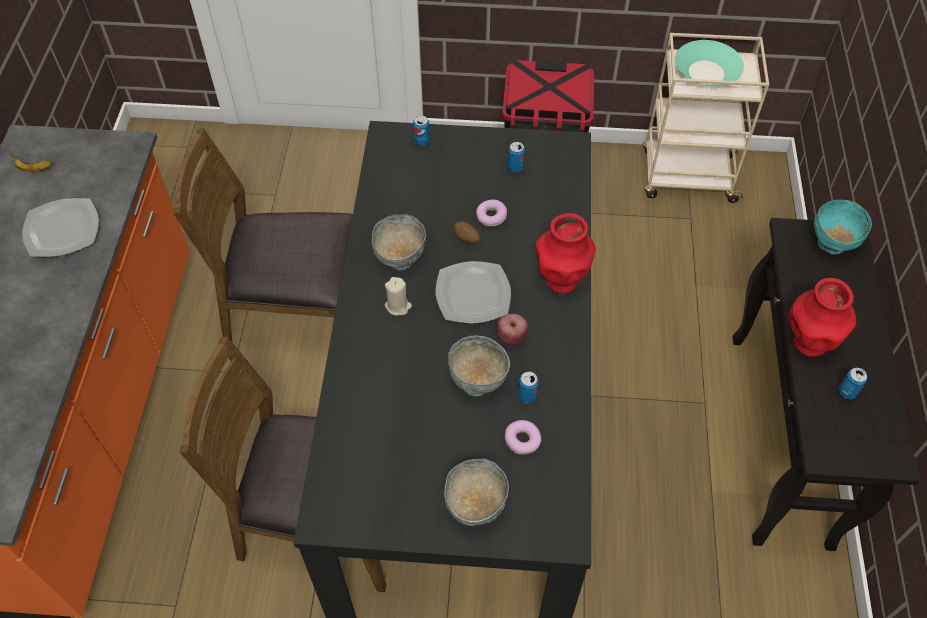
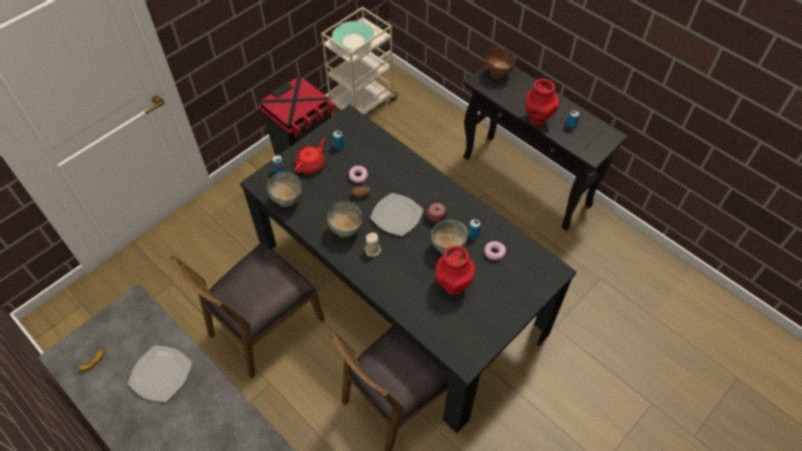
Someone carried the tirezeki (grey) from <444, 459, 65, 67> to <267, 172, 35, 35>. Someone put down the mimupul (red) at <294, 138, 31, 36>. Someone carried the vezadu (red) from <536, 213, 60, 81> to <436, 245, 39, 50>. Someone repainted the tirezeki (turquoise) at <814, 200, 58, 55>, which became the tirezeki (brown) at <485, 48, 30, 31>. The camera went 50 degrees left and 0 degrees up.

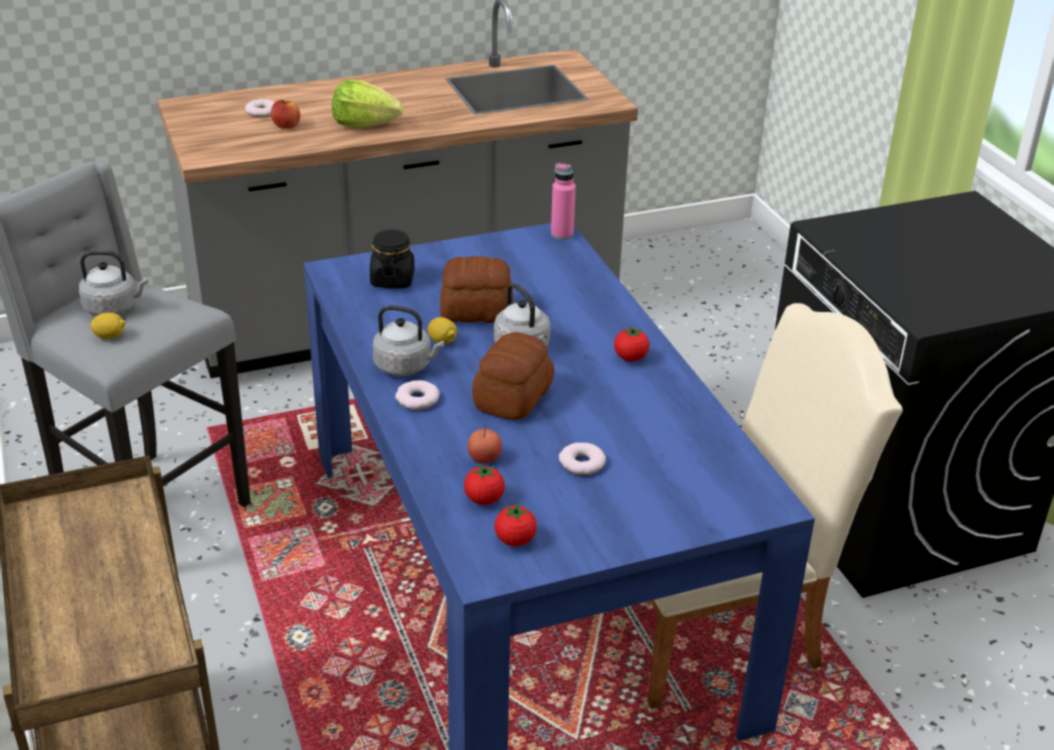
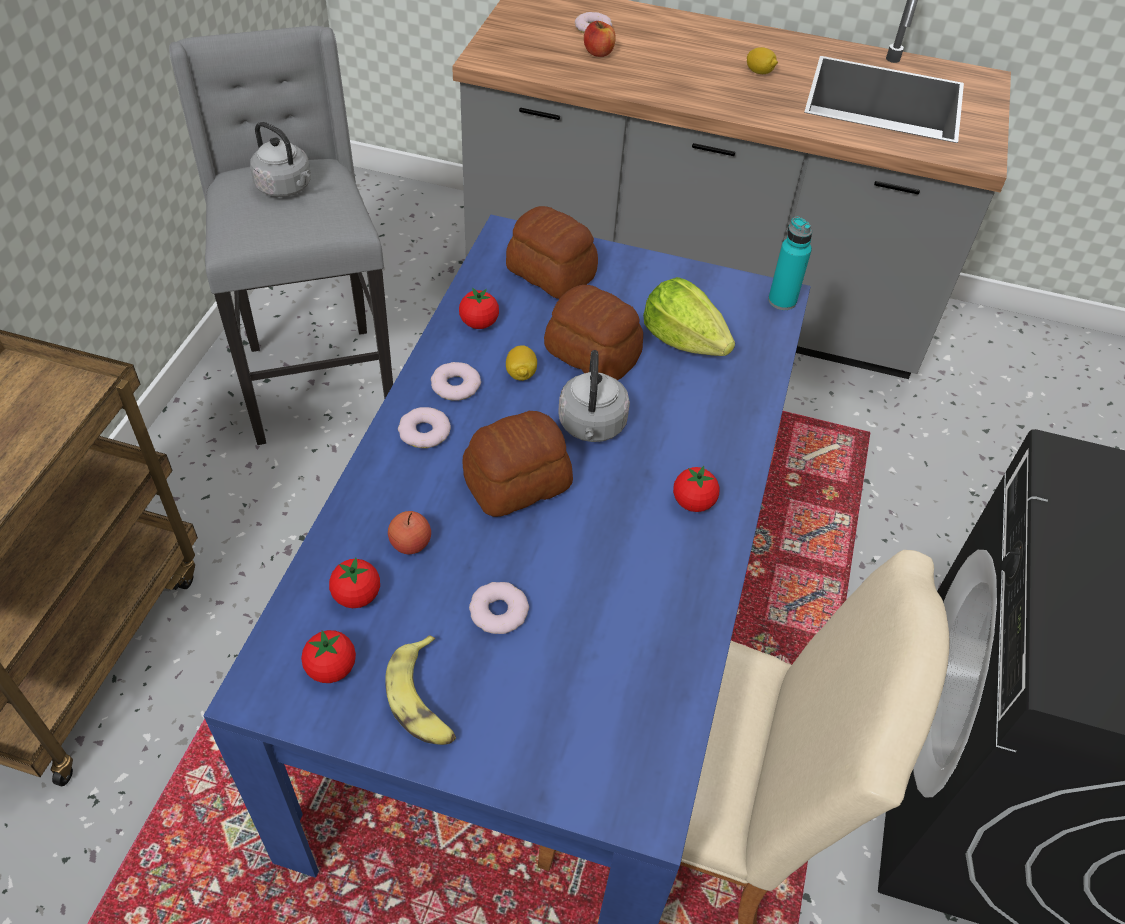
Someone put down the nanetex at <385, 635, 71, 110>. Someone swapped the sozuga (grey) at <372, 305, 72, 71> for the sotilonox at <431, 362, 50, 39>. Someone put down the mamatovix at <459, 288, 40, 41>. Someone swapped the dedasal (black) at <370, 230, 45, 58> for the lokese at <506, 206, 92, 93>. Someone carried the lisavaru from <332, 80, 72, 48> to <643, 277, 92, 79>. Someone carried the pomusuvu from <91, 313, 35, 26> to <747, 47, 31, 27>. Someone repainted the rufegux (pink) at <551, 163, 25, 77>, which became the rufegux (turquoise) at <768, 217, 44, 93>. The camera went 35 degrees right and 15 degrees up.

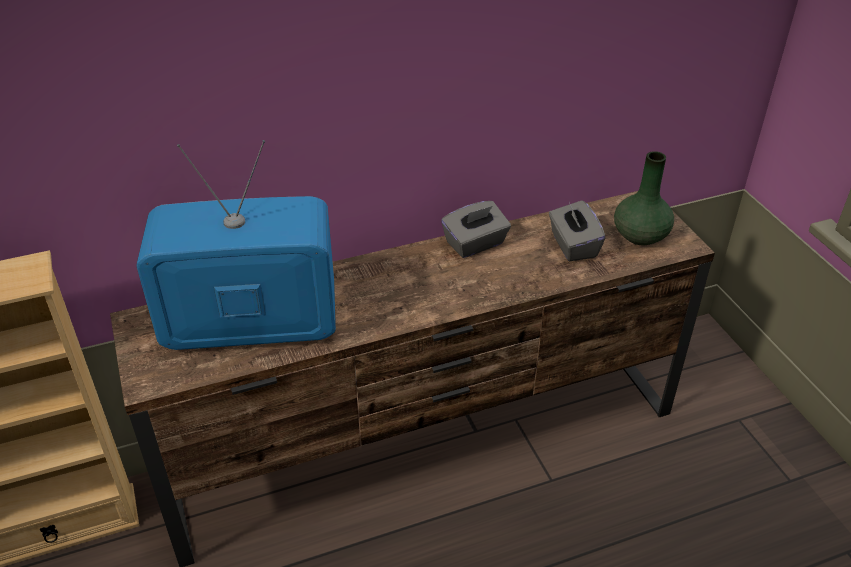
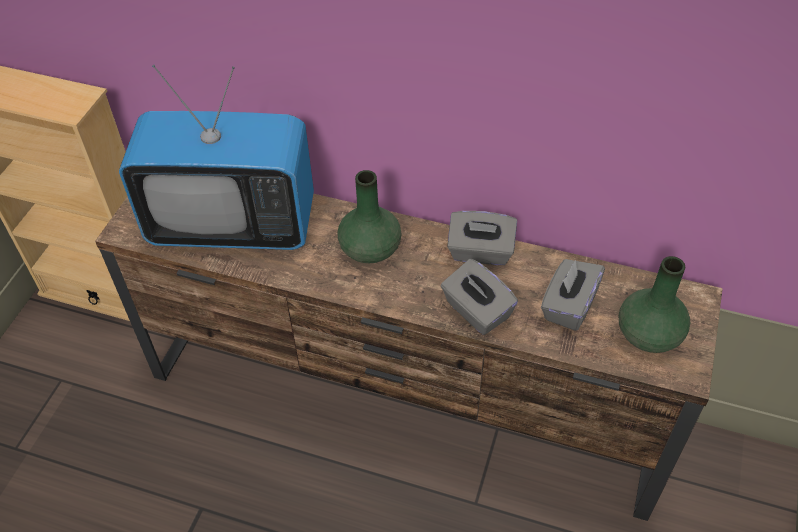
Someone rotated the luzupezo at <136, 140, 200, 210> by 150 degrees clockwise. Someone put down the vezadu (green) at <338, 170, 63, 93>. Someone put down the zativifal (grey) at <441, 259, 77, 76>. The camera went 40 degrees right and 10 degrees up.

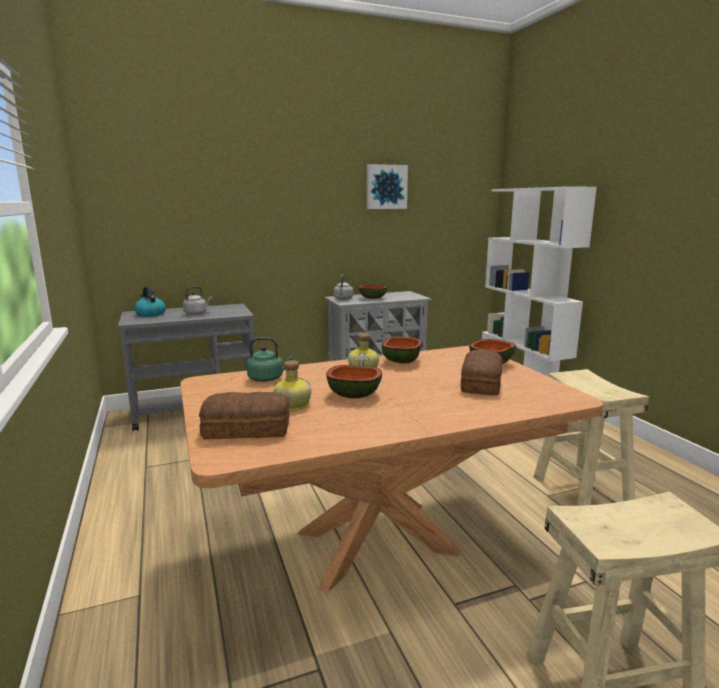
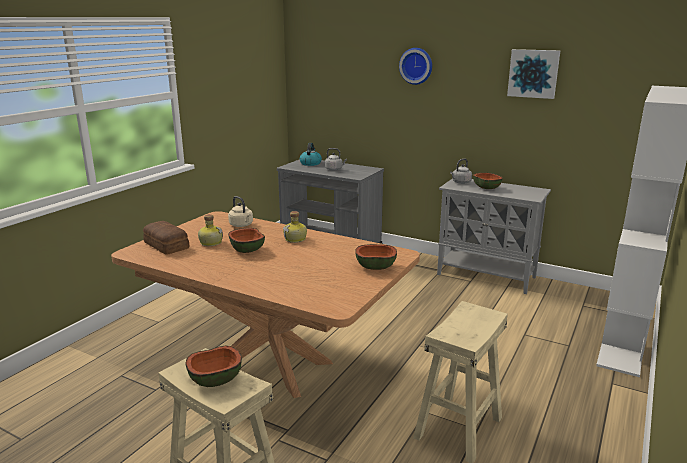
Someone carried the tirezeki from <382, 337, 40, 26> to <185, 345, 57, 42>. Someone repainted the sozuga (green) at <247, 337, 45, 45>, which became the sozuga (beige) at <228, 196, 25, 31>. Someone put up the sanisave at <399, 48, 33, 37>. Someone took away the lokese at <460, 350, 43, 46>. The camera went 50 degrees right and 5 degrees up.

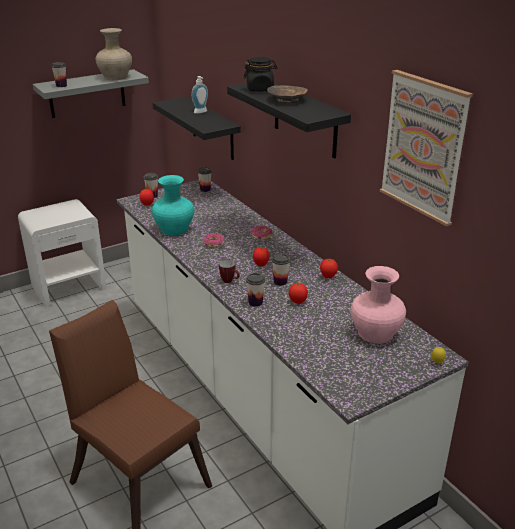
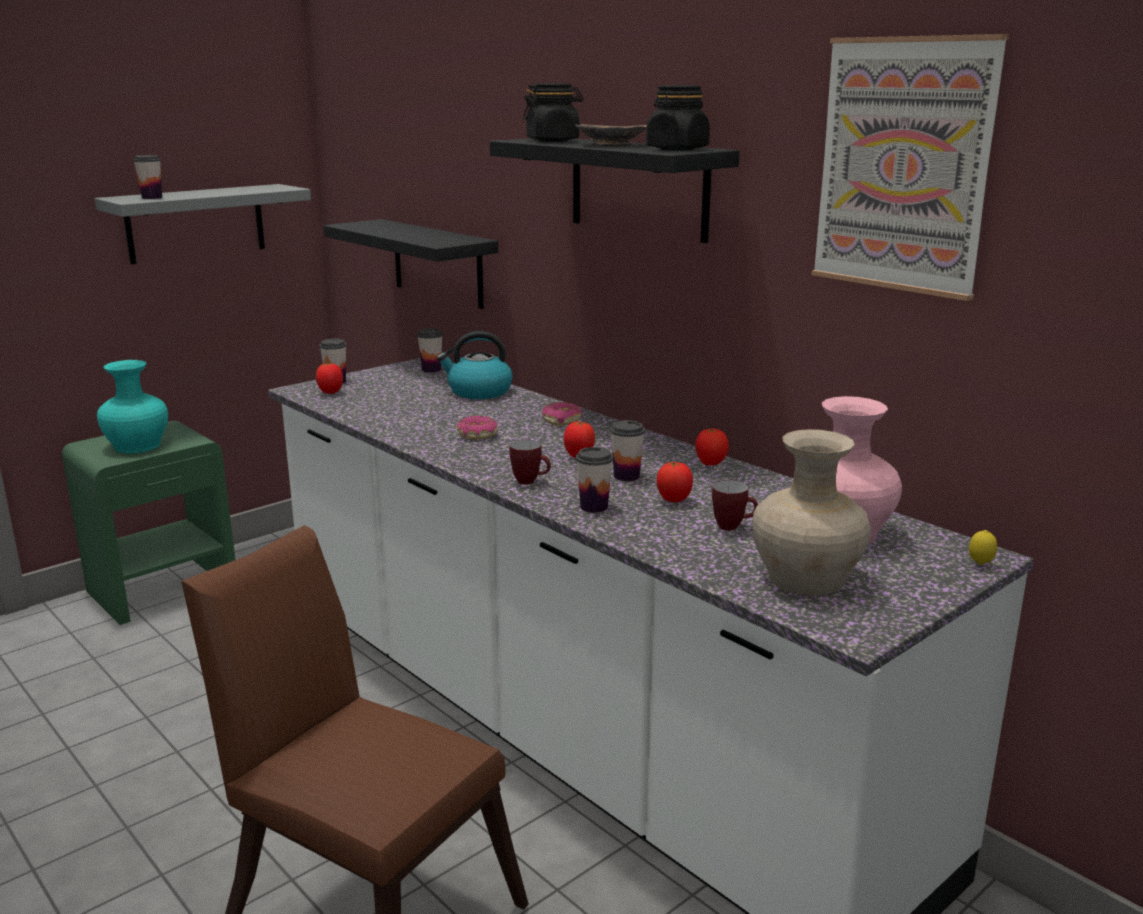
Someone repainted the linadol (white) at <18, 199, 89, 108>, which became the linadol (green) at <62, 421, 173, 204>. Someone carried the vezadu (turquoise) from <152, 175, 42, 61> to <97, 360, 71, 94>. Someone put down the sozuga at <437, 331, 76, 68>. Someone put down the dedasal (black) at <646, 85, 64, 65>. Someone put down the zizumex at <712, 480, 46, 51>. Someone carried the vezadu (beige) from <96, 28, 36, 52> to <753, 429, 118, 167>. Someone took away the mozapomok at <191, 76, 17, 38>. The camera went 10 degrees left and 10 degrees down.

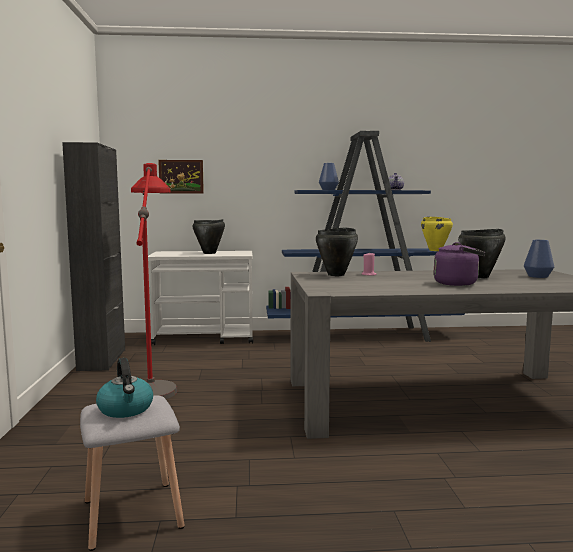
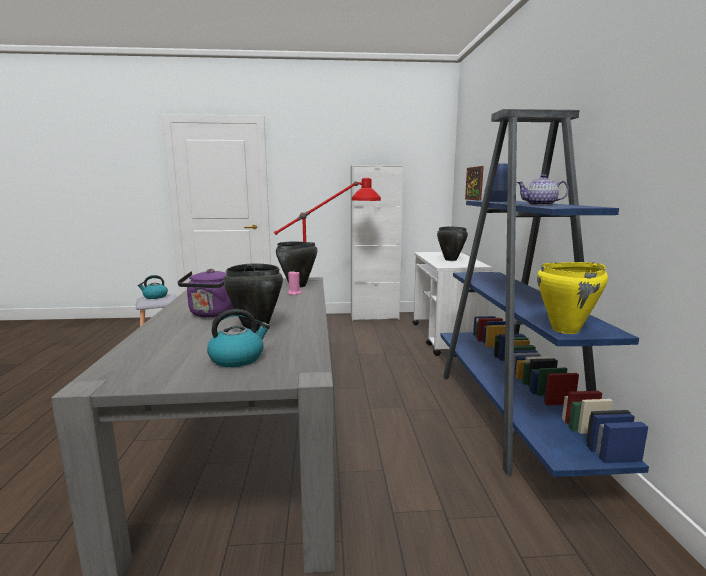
Someone swapped the vezadu (blue) at <524, 240, 30, 38> for the sozuga at <207, 309, 63, 58>. Someone repainted the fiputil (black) at <62, 142, 63, 229>, which became the fiputil (white) at <351, 165, 52, 155>. The camera went 90 degrees right and 5 degrees up.

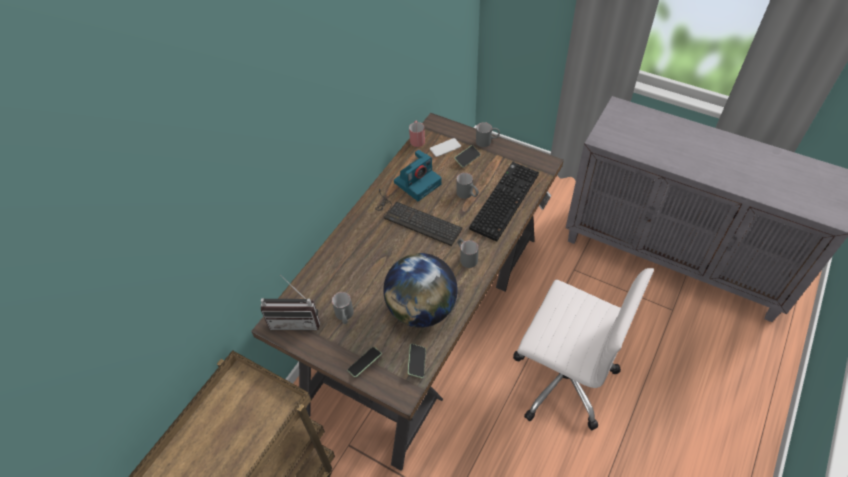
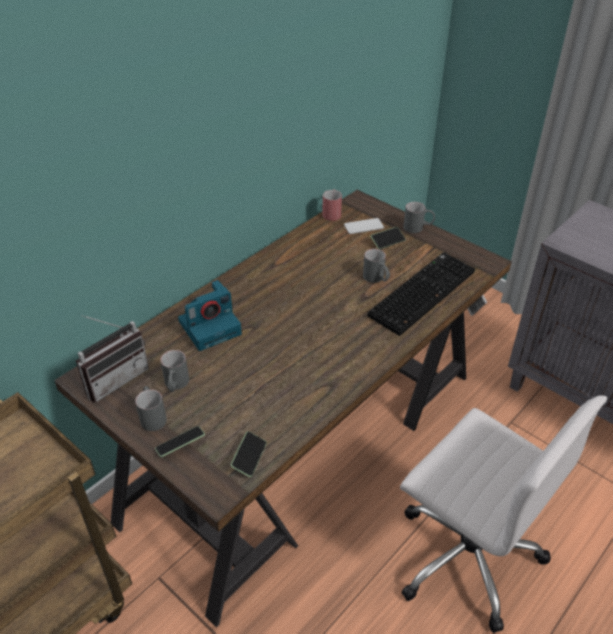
Someone rotated the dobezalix at <260, 275, 60, 55> by 60 degrees counterclockwise. Someone carried the zizumex (grey) from <457, 239, 22, 29> to <135, 386, 32, 45>. Someone carried the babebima from <394, 150, 47, 51> to <178, 280, 64, 71>. Someone took away the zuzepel at <375, 189, 88, 57>. Someone took away the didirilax at <383, 253, 75, 75>. The camera went 10 degrees right and 10 degrees down.

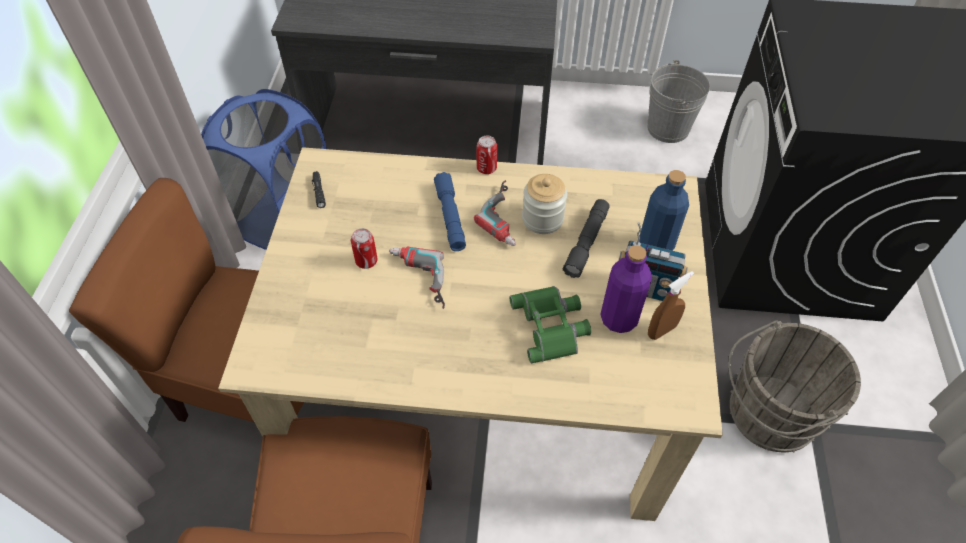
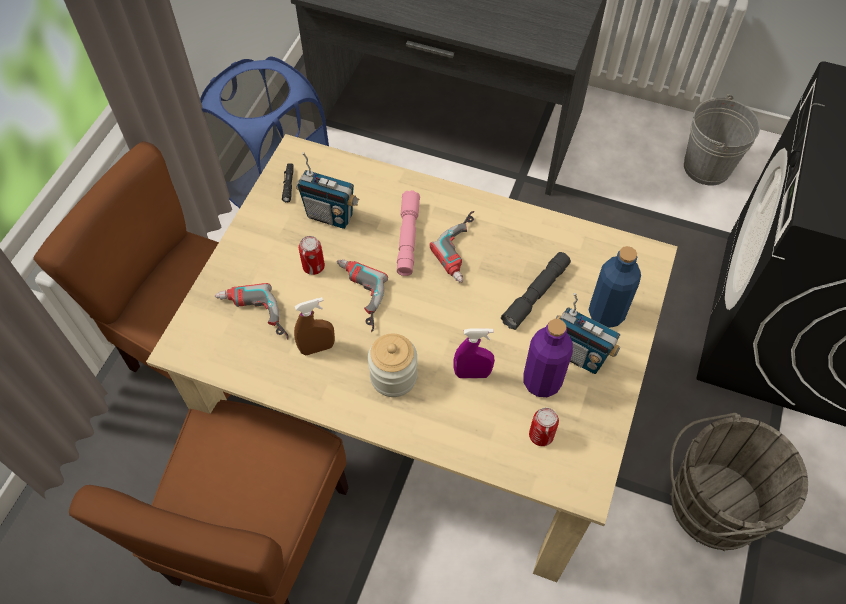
Someone put down the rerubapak at <215, 283, 74, 56>. Someone carried the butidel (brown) from <648, 271, 46, 69> to <294, 297, 41, 58>. Someone put down the dobezalix at <296, 152, 63, 77>. Someone carried the dedasal from <522, 174, 45, 60> to <368, 334, 50, 63>. Someone repainted the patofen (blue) at <434, 172, 32, 79>, which became the patofen (pink) at <397, 190, 23, 86>. Someone swapped the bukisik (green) at <510, 286, 81, 77> for the butidel (purple) at <453, 328, 42, 50>. Someone carried the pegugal from <477, 136, 20, 38> to <529, 408, 30, 38>. The camera went 15 degrees right and 5 degrees up.

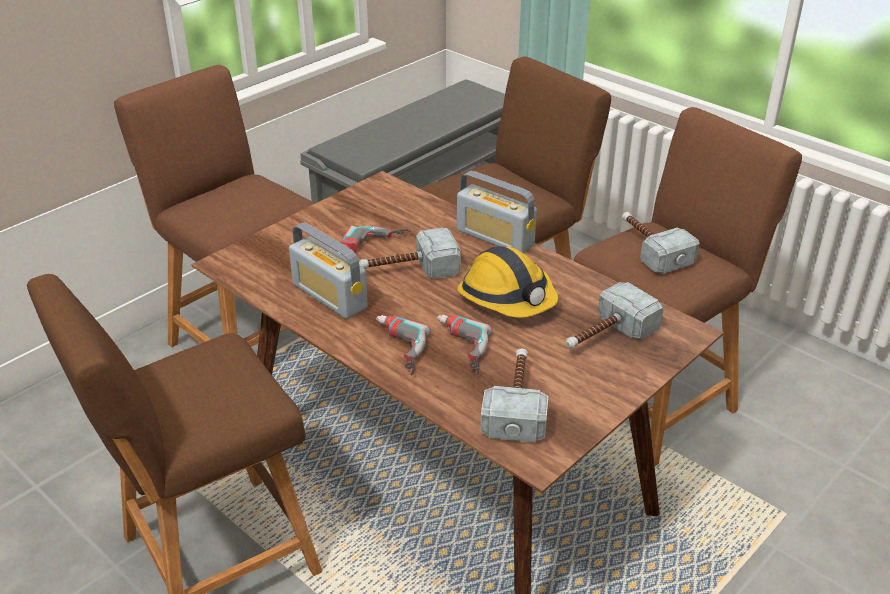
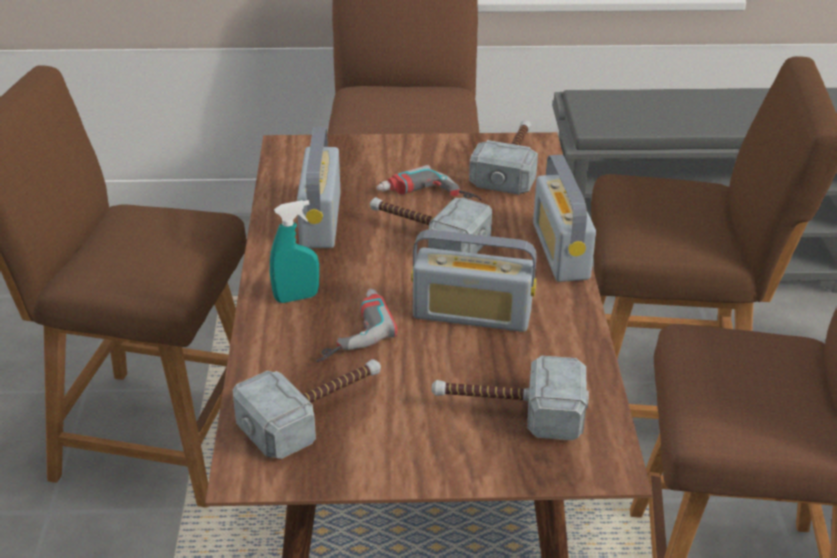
Someone swapped the rerubapak at <376, 315, 55, 61> for the butidel (turquoise) at <270, 200, 49, 103>. Someone swapped the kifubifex at <457, 246, 101, 72> for the dobezalix at <411, 230, 126, 102>. Someone carried the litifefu from <622, 212, 78, 62> to <469, 120, 69, 75>. The camera went 45 degrees right and 0 degrees up.

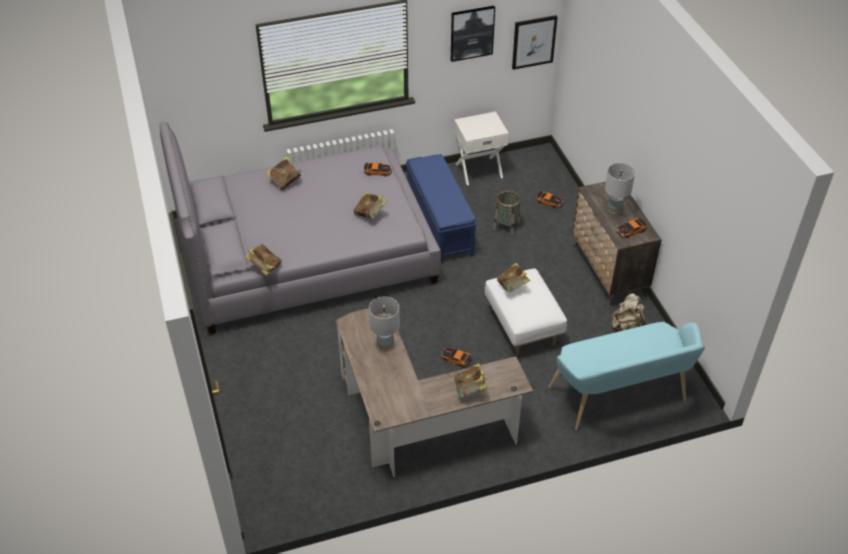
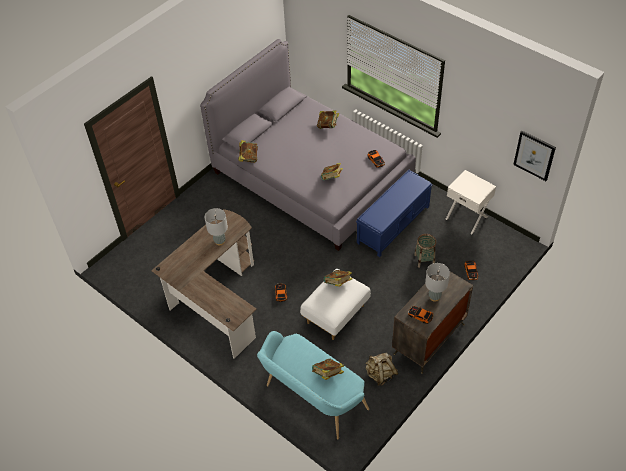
Someone carried the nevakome from <454, 363, 34, 34> to <312, 359, 32, 21>. Someone took away the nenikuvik at <451, 6, 44, 56>. The camera went 60 degrees right and 5 degrees up.

